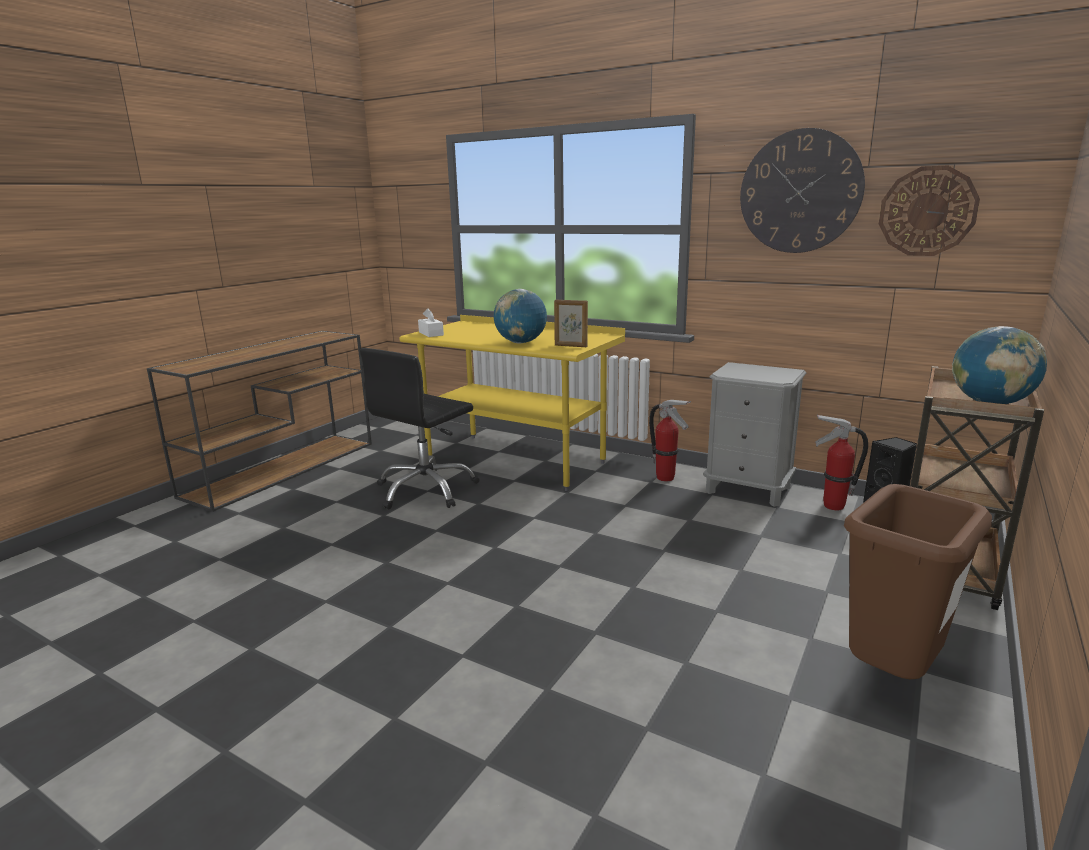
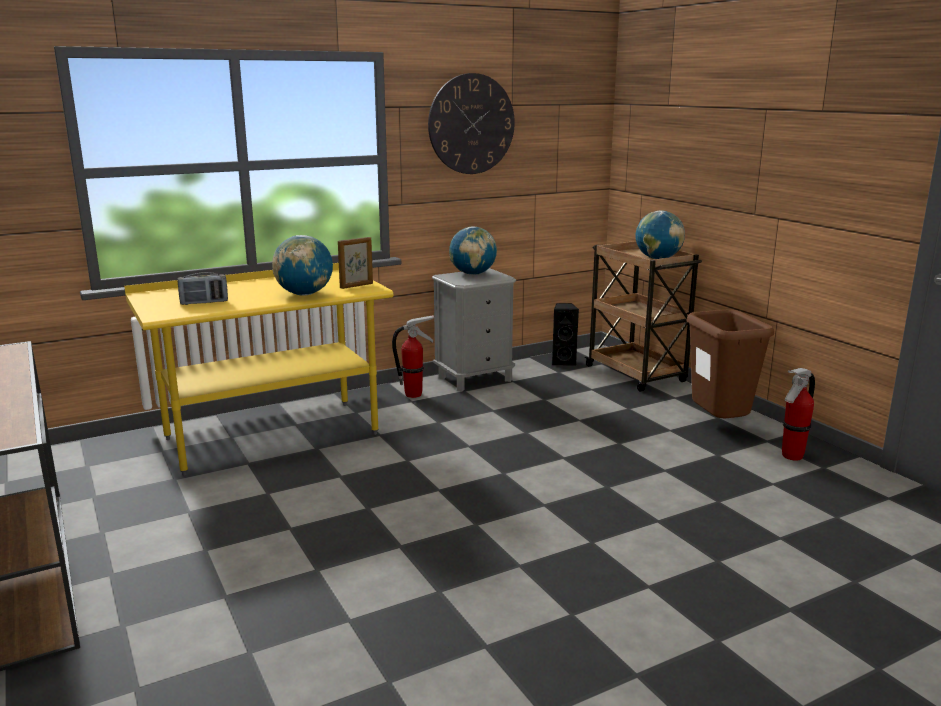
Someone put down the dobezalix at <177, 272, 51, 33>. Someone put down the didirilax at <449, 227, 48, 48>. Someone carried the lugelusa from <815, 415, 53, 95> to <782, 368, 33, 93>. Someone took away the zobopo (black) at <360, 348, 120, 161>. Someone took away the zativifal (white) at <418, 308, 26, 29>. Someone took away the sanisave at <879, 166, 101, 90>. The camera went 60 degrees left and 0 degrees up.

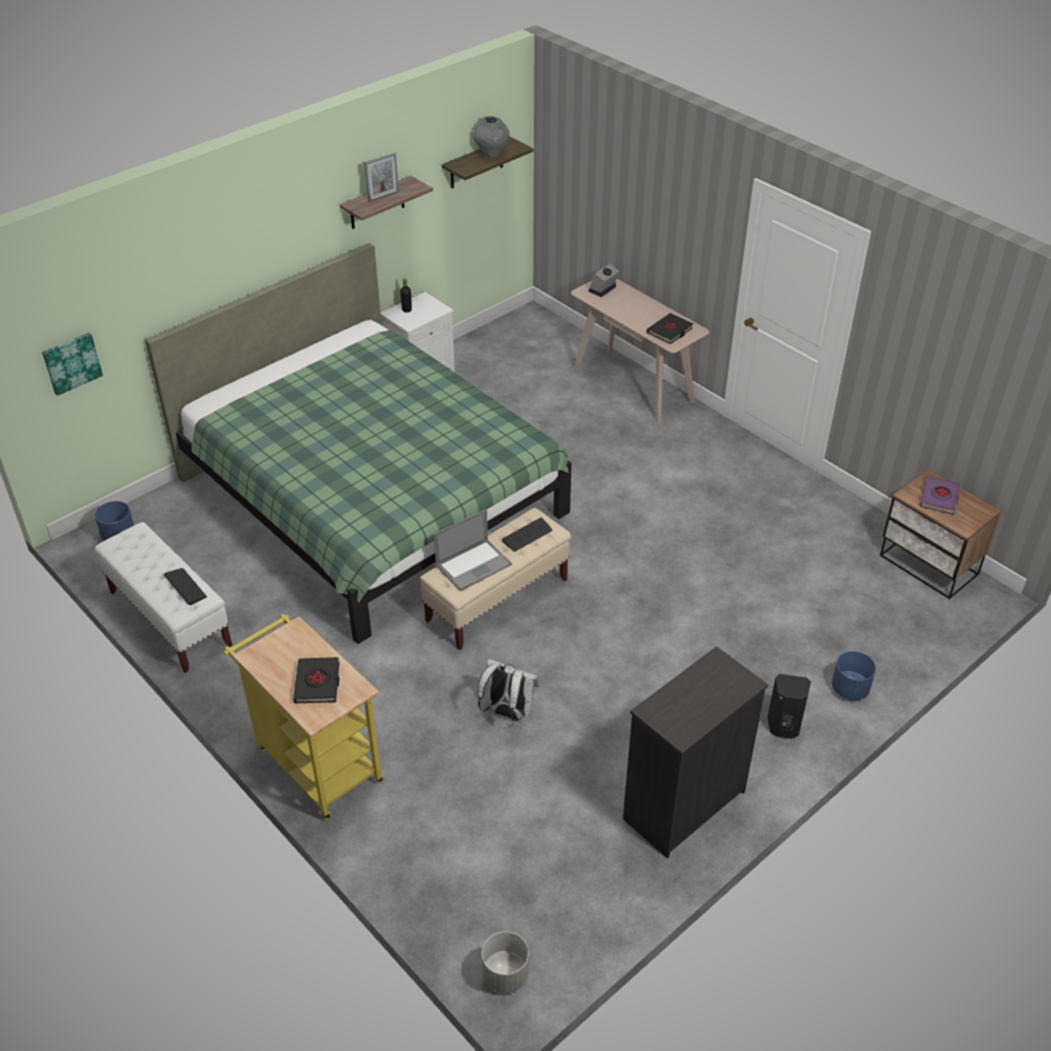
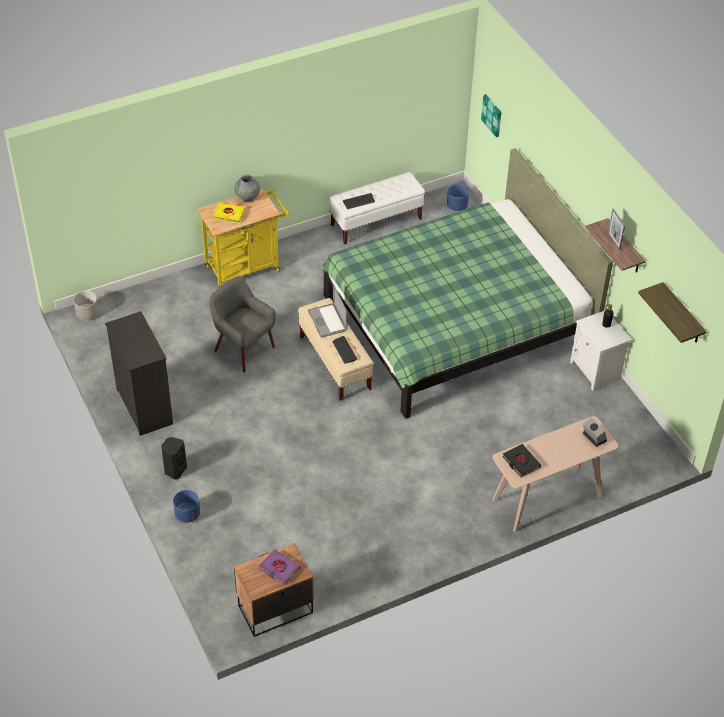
Someone swapped the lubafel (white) at <478, 659, 61, 62> for the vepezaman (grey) at <209, 276, 67, 96>. Someone repainted the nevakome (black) at <293, 657, 47, 47>, which became the nevakome (yellow) at <213, 202, 32, 21>. Someone carried the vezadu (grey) from <473, 116, 36, 42> to <234, 175, 26, 27>. The camera went 105 degrees right and 5 degrees up.

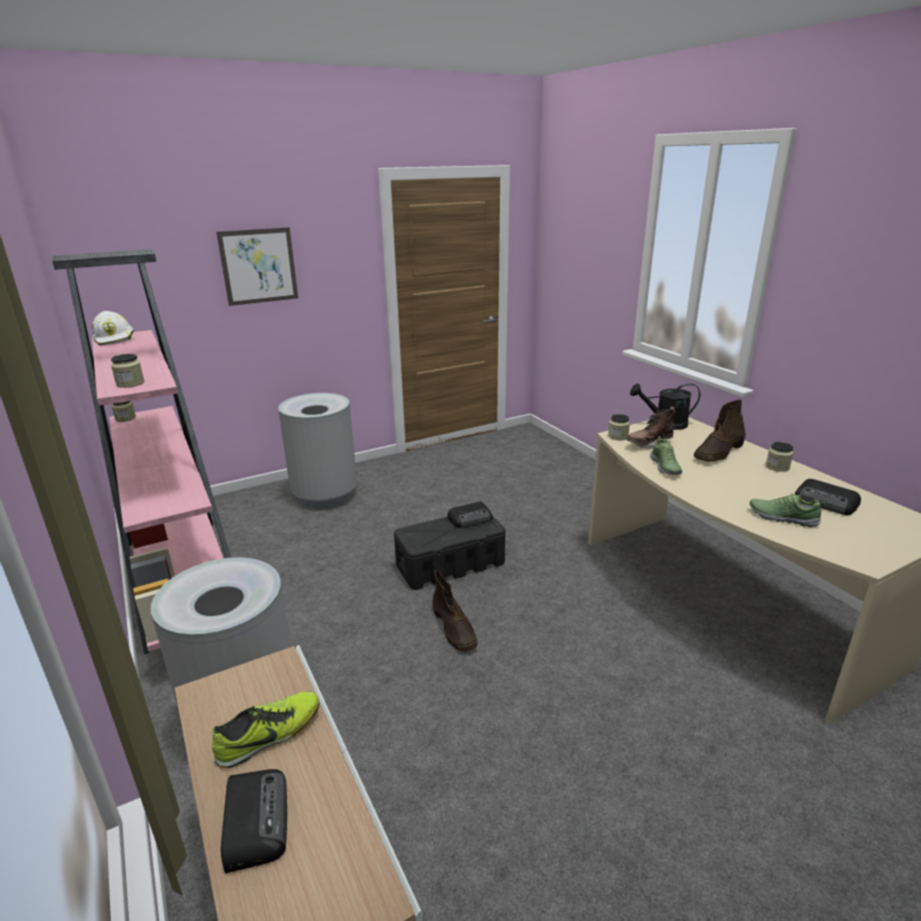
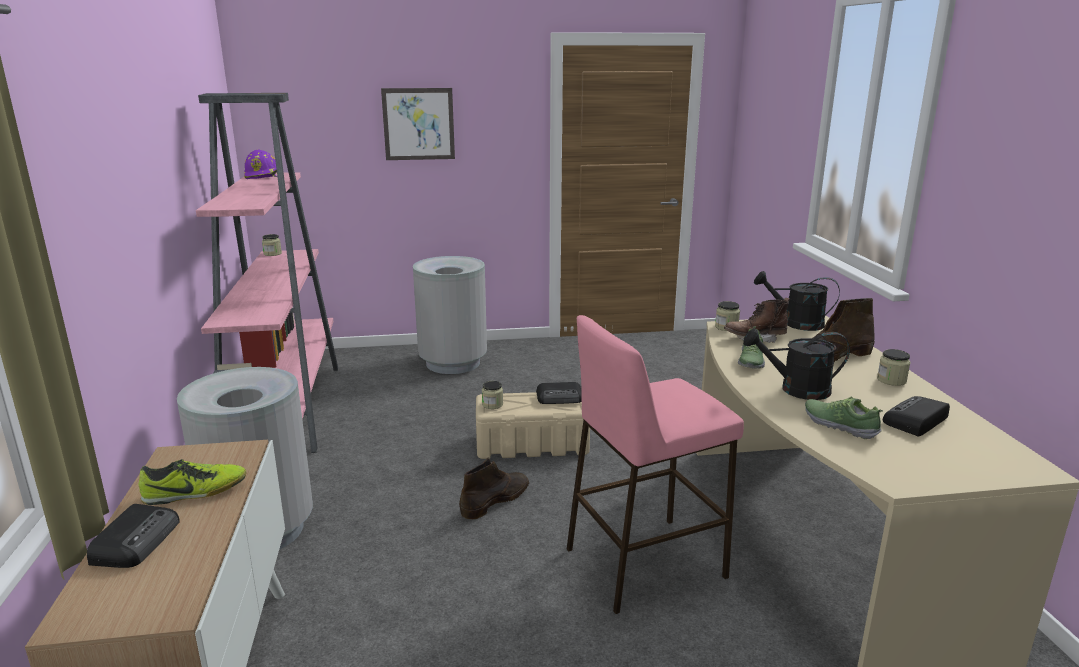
Someone repainted the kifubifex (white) at <92, 311, 43, 35>, which became the kifubifex (purple) at <244, 150, 33, 29>. Someone rotated the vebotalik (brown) at <432, 570, 46, 82> by 135 degrees counterclockwise. Someone repainted the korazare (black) at <394, 517, 111, 73>, which became the korazare (beige) at <476, 392, 114, 67>. Someone carried the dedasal from <111, 354, 33, 34> to <482, 381, 21, 28>. Someone put down the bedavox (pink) at <567, 315, 177, 299>. Someone put down the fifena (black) at <743, 328, 107, 72>. Someone rotated the dobezalix at <795, 479, 66, 36> by 75 degrees clockwise. The camera went 20 degrees right and 5 degrees down.

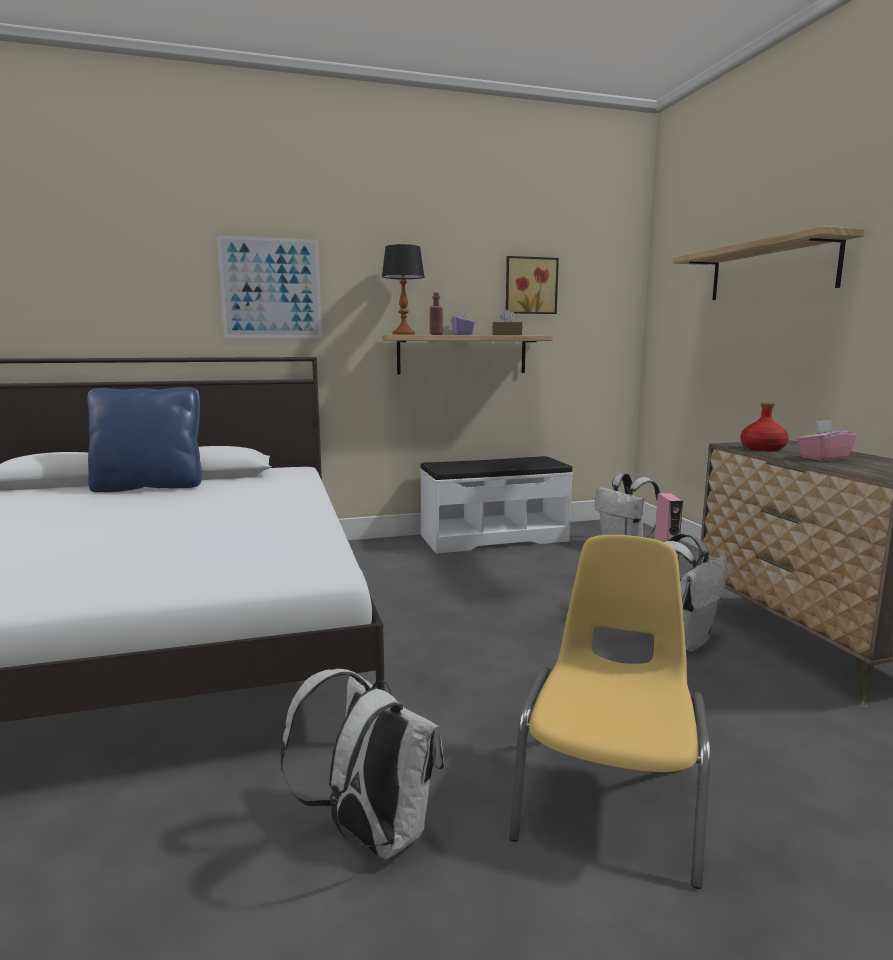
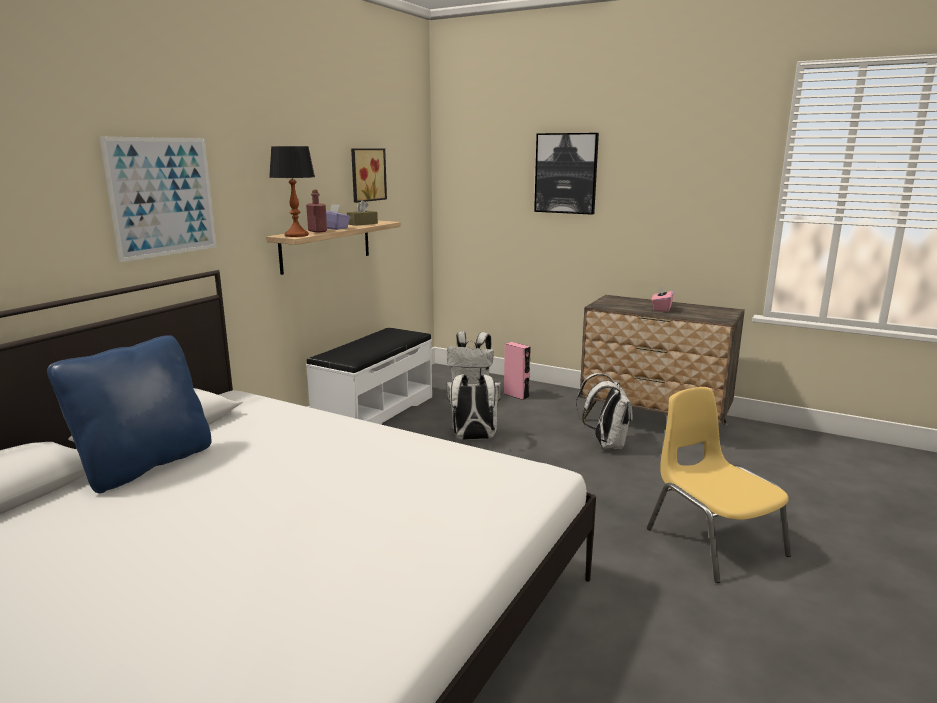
Someone carried the lubafel (white) from <280, 669, 164, 191> to <446, 374, 55, 66>. Someone swapped the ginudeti at <673, 226, 192, 74> for the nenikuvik at <534, 133, 65, 82>. Someone took away the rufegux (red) at <740, 402, 49, 49>. The camera went 45 degrees left and 5 degrees up.

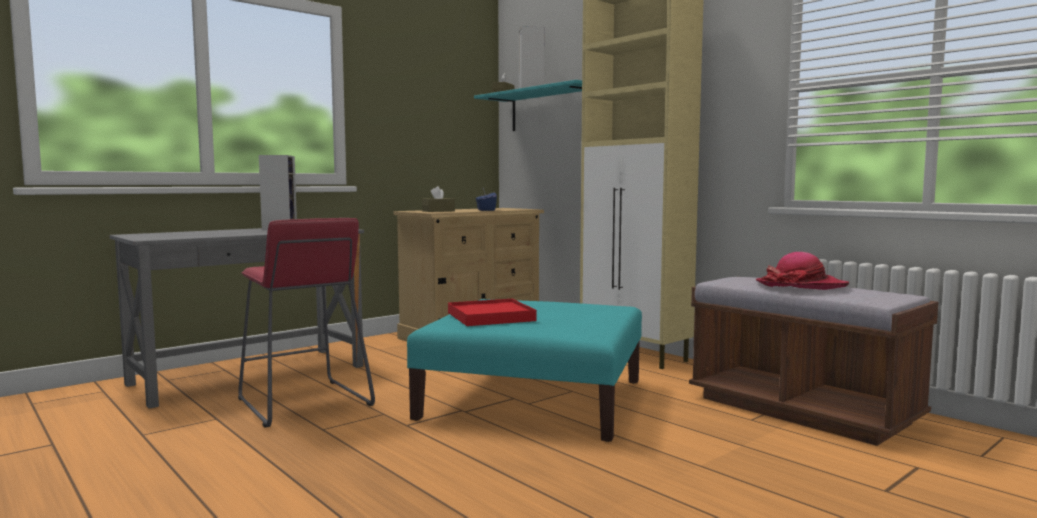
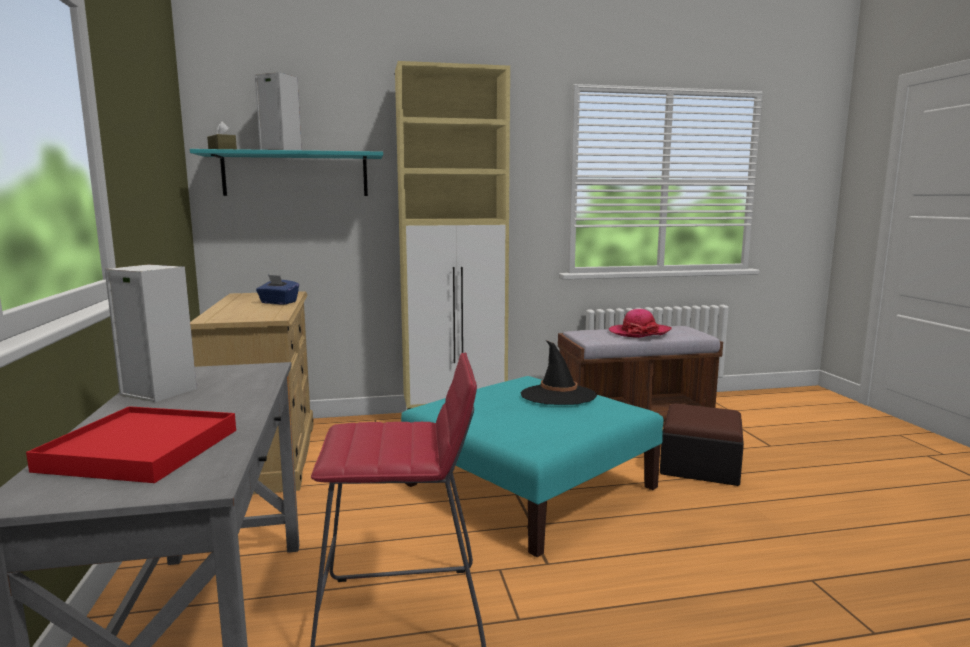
Someone carried the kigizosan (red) from <448, 299, 89, 27> to <26, 406, 210, 77>. Someone put down the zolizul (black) at <521, 340, 76, 65>. Someone put down the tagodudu at <660, 404, 84, 82>. Someone took away the zativifal (brown) at <422, 186, 33, 26>. The camera went 60 degrees left and 5 degrees up.

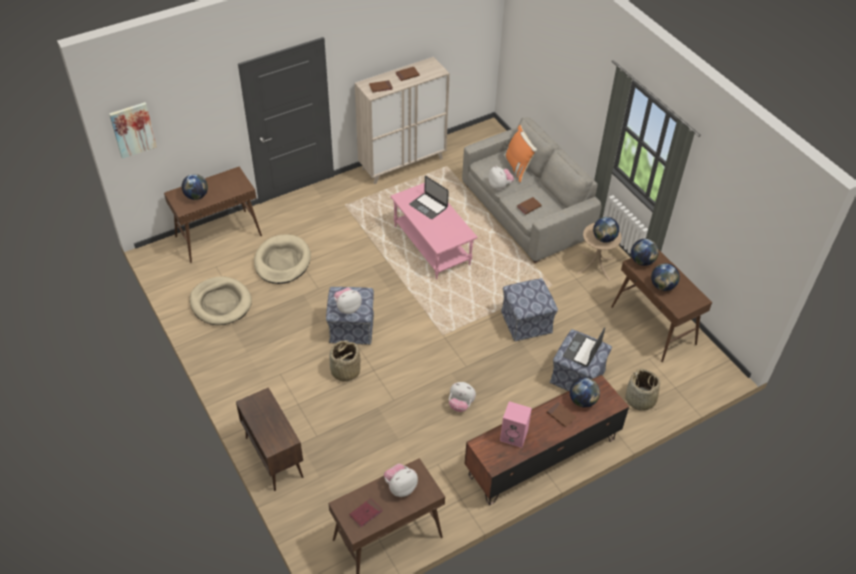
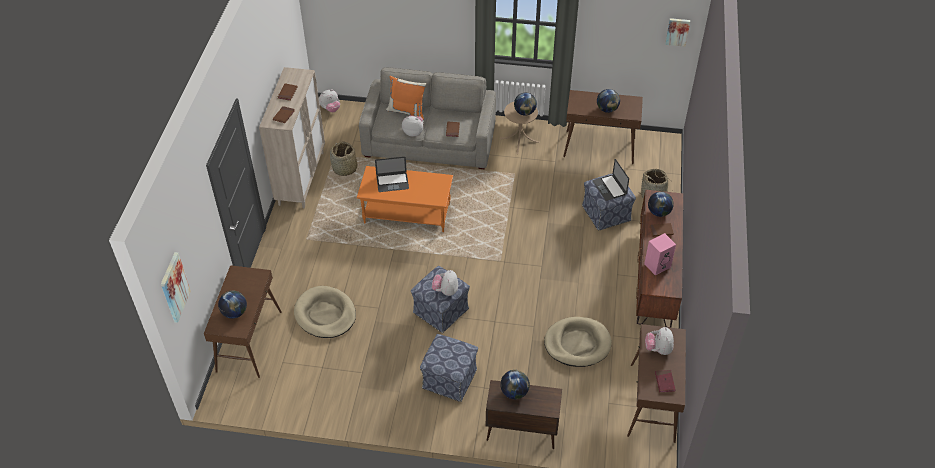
Someone carried the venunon from <449, 382, 27, 30> to <319, 89, 21, 23>. Someone carried the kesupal from <329, 340, 32, 42> to <330, 141, 27, 35>. Someone repainted the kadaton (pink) at <391, 183, 87, 96>, which became the kadaton (orange) at <357, 166, 96, 66>. Someone carried the tagodudu from <501, 278, 57, 63> to <420, 334, 58, 68>. Someone carried the didirilax from <631, 239, 28, 27> to <500, 370, 30, 29>. Someone carried the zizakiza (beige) from <190, 276, 62, 49> to <544, 317, 68, 50>. Someone put up the nenikuvik at <665, 18, 25, 29>. The camera went 50 degrees left and 0 degrees up.

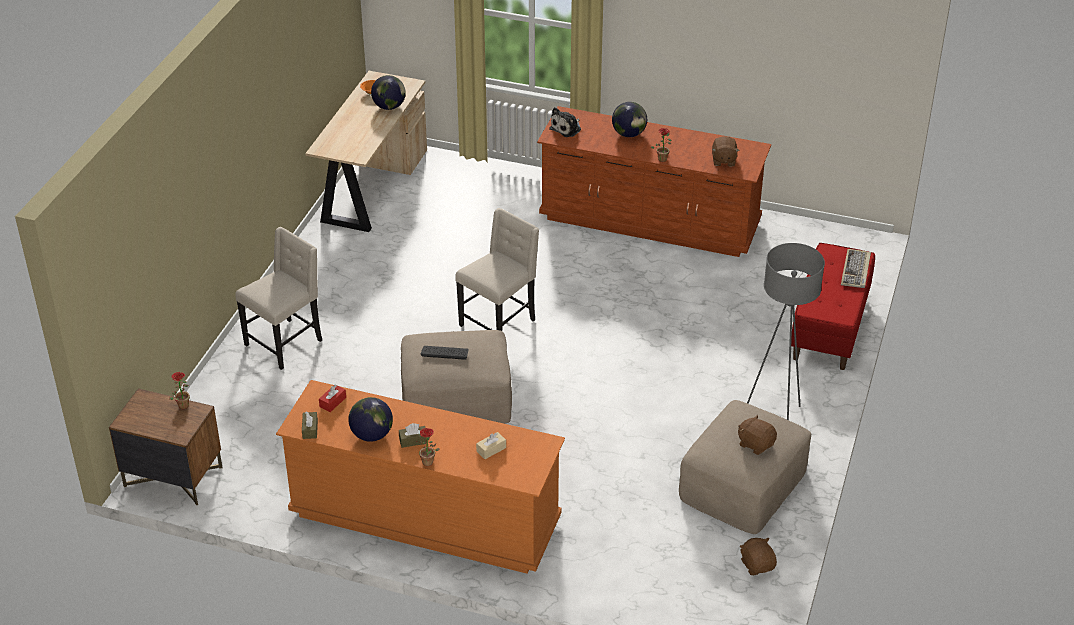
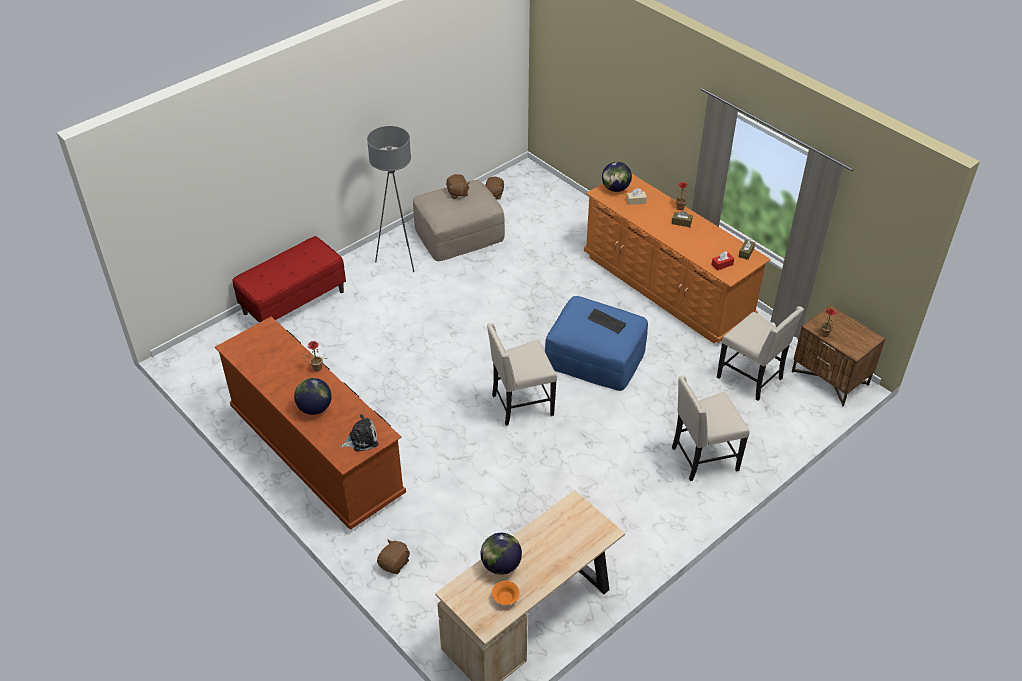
Someone carried the venunon (brown) from <712, 136, 27, 31> to <377, 539, 33, 35>. Someone repainted the tagodudu (beige) at <401, 330, 111, 94>, which became the tagodudu (blue) at <545, 296, 103, 95>. Someone carried the didirilax from <348, 397, 45, 45> to <602, 162, 30, 30>. Someone put down the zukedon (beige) at <717, 306, 87, 95>. Someone took away the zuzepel at <841, 249, 30, 39>. The camera went 150 degrees left and 5 degrees up.

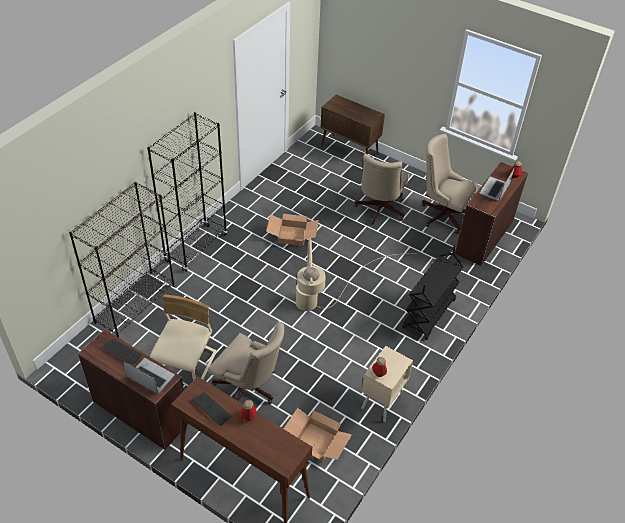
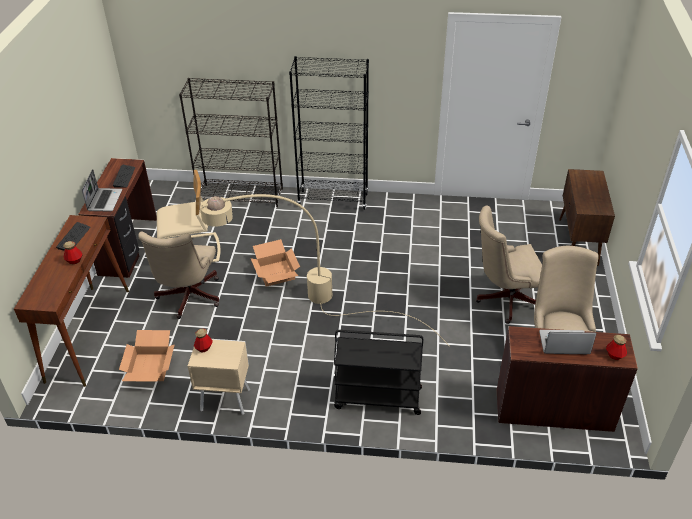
Someone carried the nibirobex from <266, 214, 53, 32> to <251, 239, 49, 48>. The camera went 65 degrees right and 5 degrees down.

